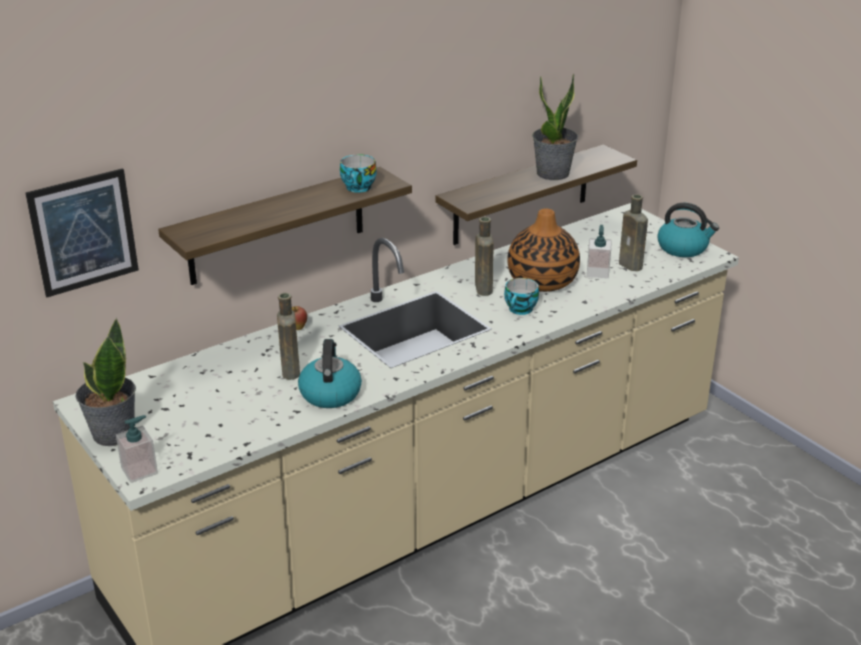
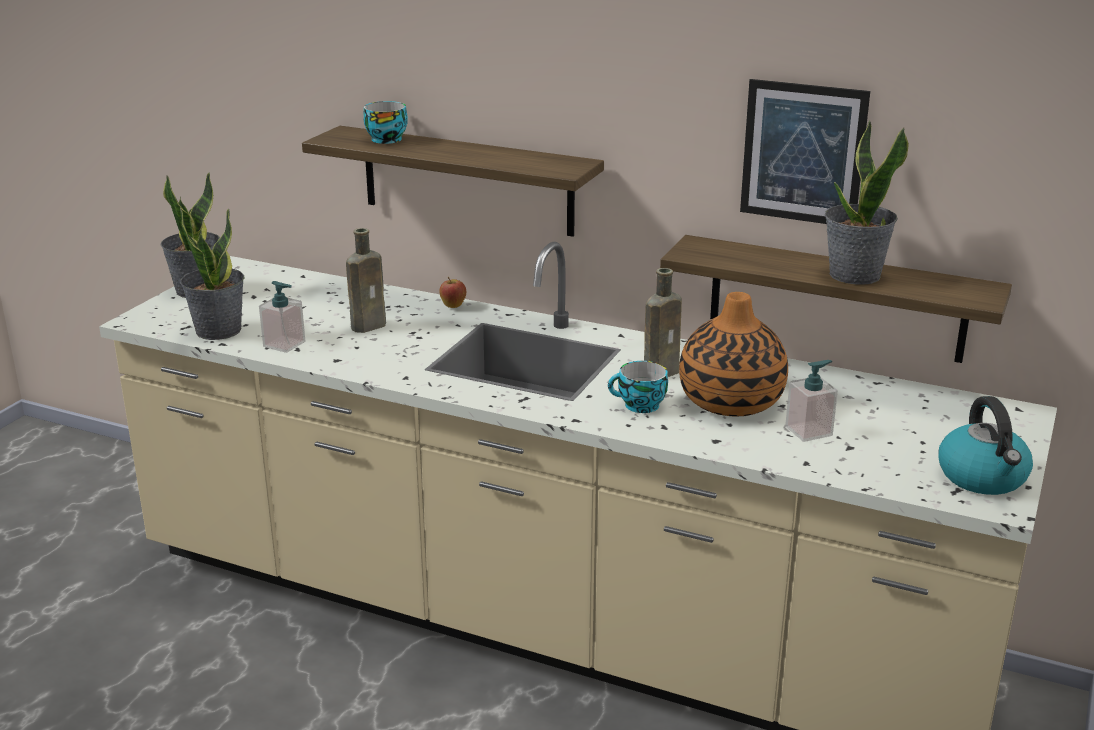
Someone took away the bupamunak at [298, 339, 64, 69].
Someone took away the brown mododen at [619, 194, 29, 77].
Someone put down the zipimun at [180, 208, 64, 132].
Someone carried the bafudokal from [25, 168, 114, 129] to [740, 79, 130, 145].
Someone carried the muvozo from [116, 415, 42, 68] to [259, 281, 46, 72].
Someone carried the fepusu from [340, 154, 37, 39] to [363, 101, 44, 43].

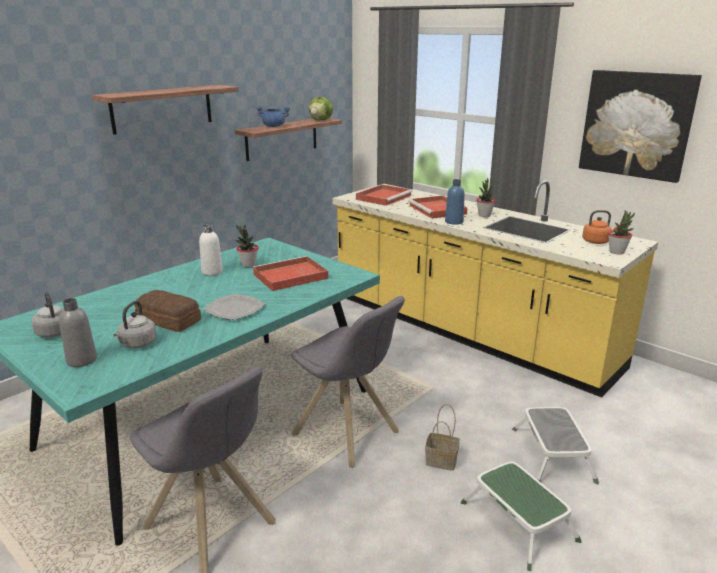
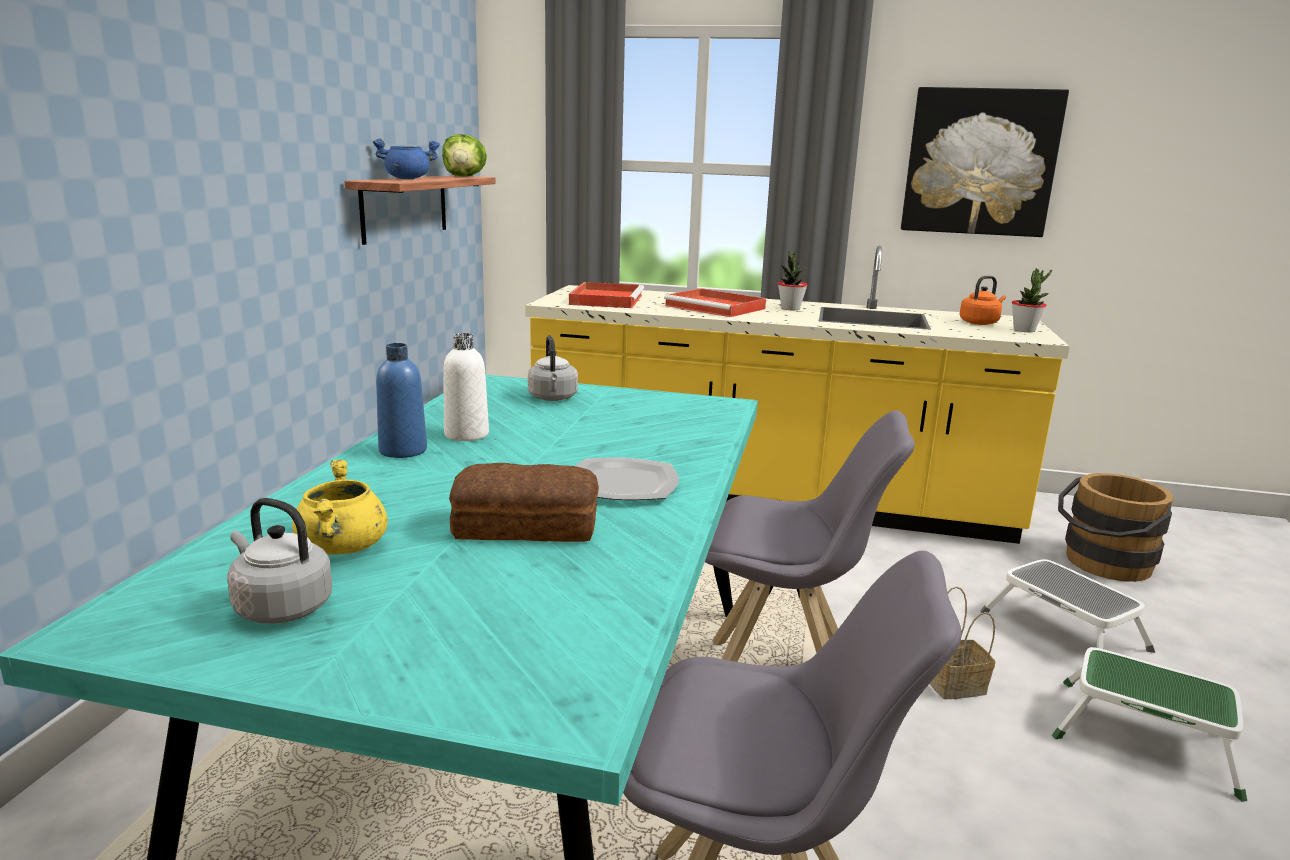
Someone took away the grey mododen at [59, 298, 38, 69].
Someone took away the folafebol at [92, 85, 147, 50].
Someone took away the zipimun at [236, 224, 23, 43].
Someone took away the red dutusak at [253, 256, 76, 35].
Someone put down the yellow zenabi at [292, 459, 96, 95].
Someone put down the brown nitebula at [1058, 473, 116, 109].
Someone carried the grey bupamunak from [113, 301, 44, 48] to [528, 335, 50, 66].
Someone carried the blue mododen from [445, 179, 20, 46] to [376, 343, 51, 115].

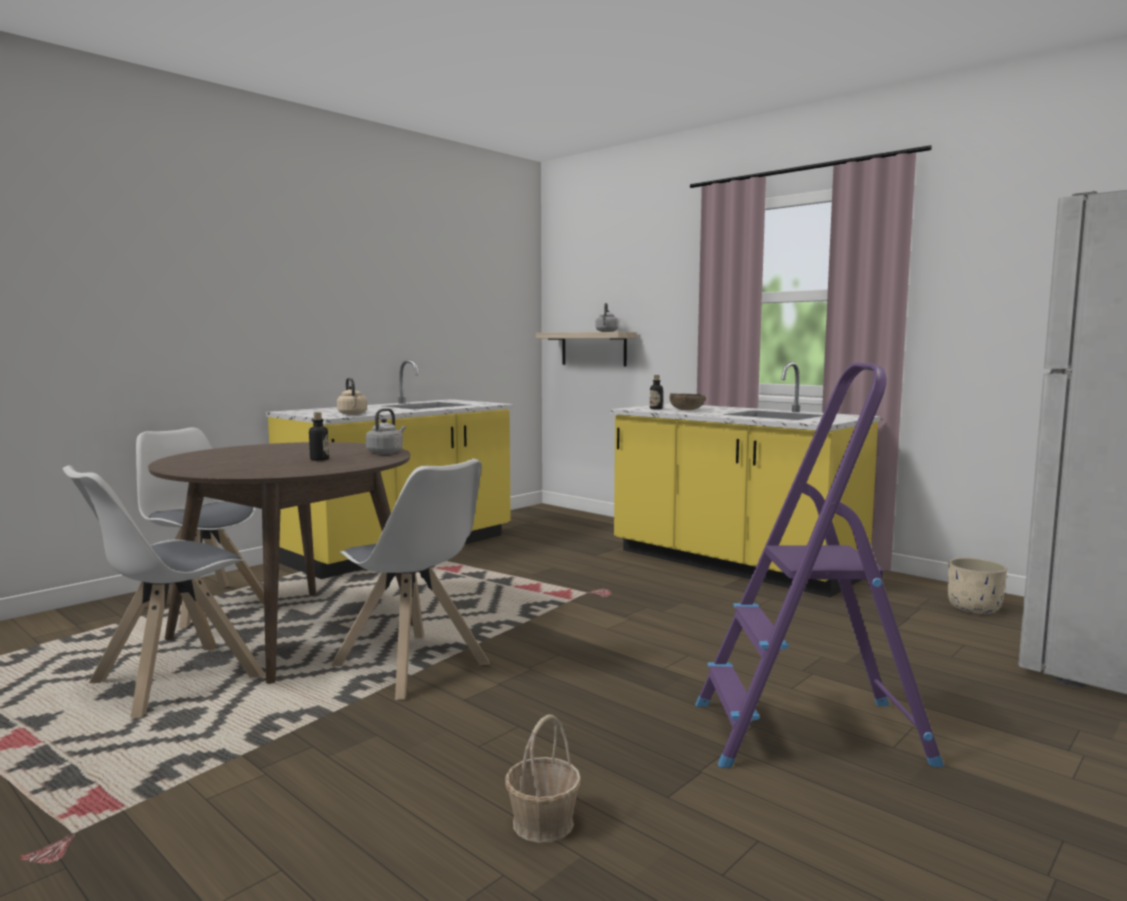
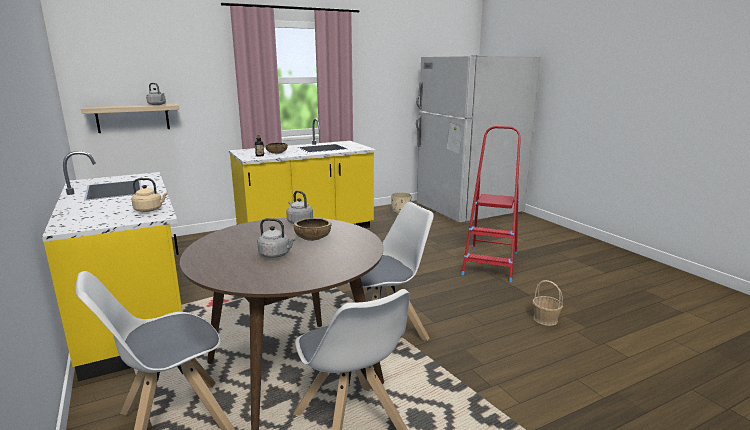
Someone put down the grey bupamunak at [257, 218, 39, 40].
Someone swapped the mododen at [309, 412, 20, 49] for the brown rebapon at [294, 218, 38, 23].
Someone repainted the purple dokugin at [695, 363, 249, 405], which became the red dokugin at [461, 126, 60, 156].

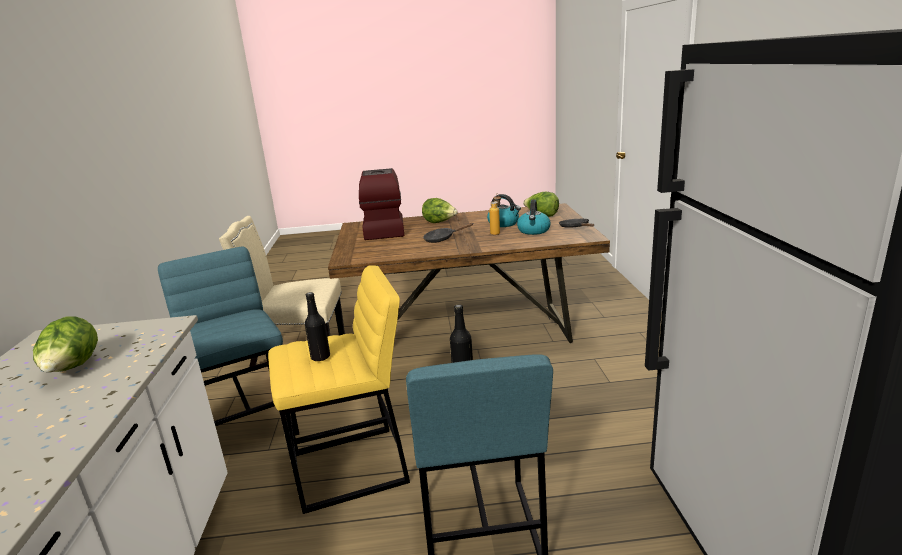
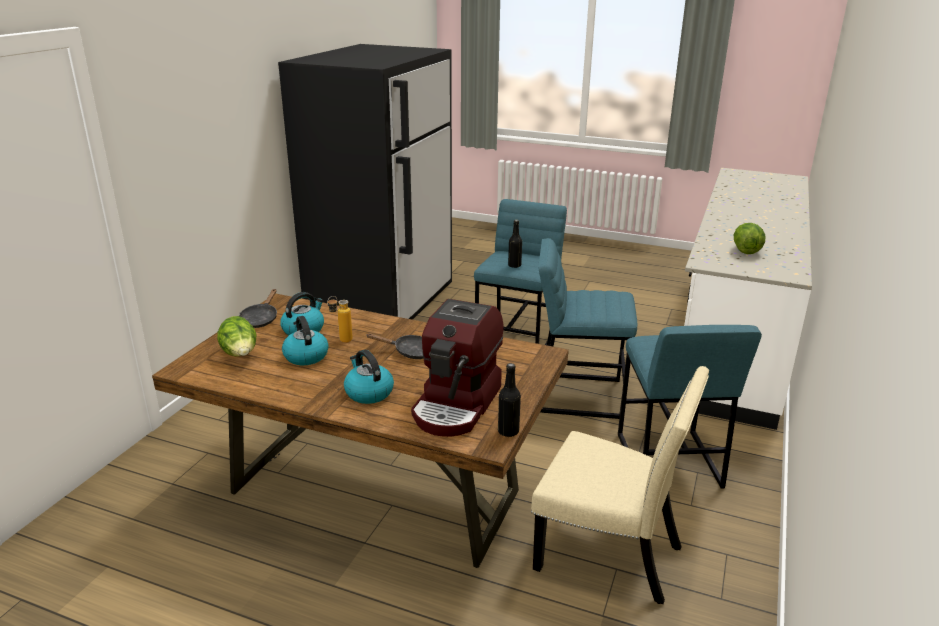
Someone carried the black mododen from [305, 292, 25, 69] to [498, 363, 23, 74].
Someone swapped the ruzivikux at [422, 198, 36, 25] for the bupamunak at [344, 350, 50, 54].
Someone repainted the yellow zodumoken at [268, 265, 142, 249], which became the blue zodumoken at [538, 238, 99, 181].

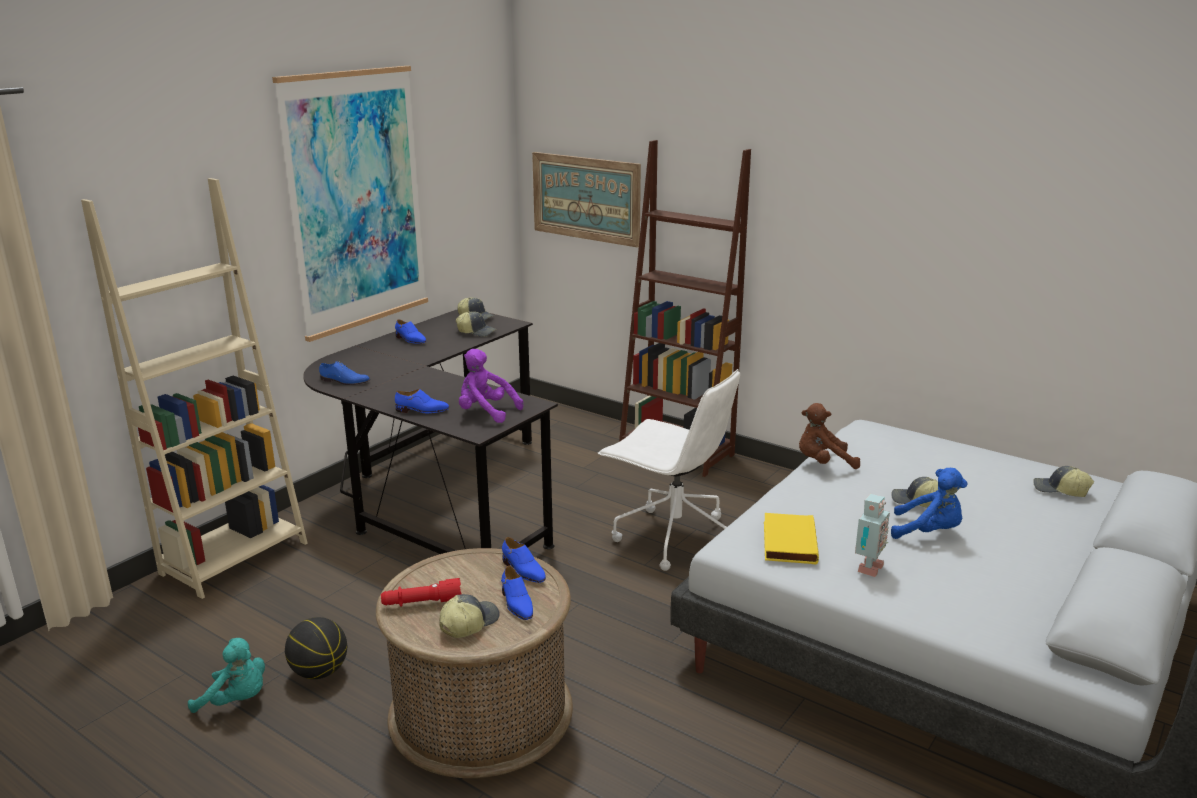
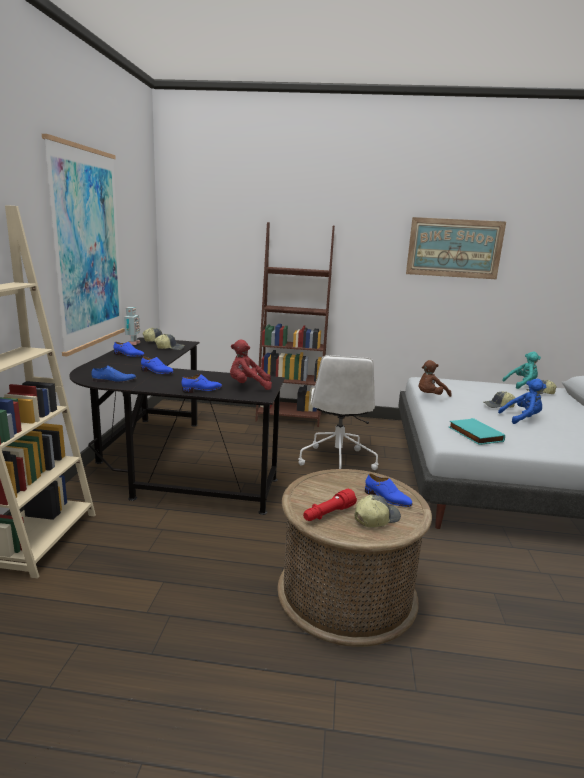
Someone took away the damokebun at [285, 617, 62, 62].
Someone carried the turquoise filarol from [188, 638, 77, 75] to [503, 352, 38, 37].
Someone carried the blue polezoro from [502, 537, 44, 46] to [141, 356, 33, 18].
Someone carried the bafudokal from [532, 152, 109, 96] to [406, 217, 100, 62].
Someone carried the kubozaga from [855, 494, 35, 83] to [124, 307, 16, 38].
Someone repainted the purple filarol at [459, 349, 64, 74], which became the red filarol at [230, 339, 42, 51].
Someone repainted the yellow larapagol at [764, 513, 55, 52], which became the turquoise larapagol at [449, 418, 56, 27].
Someone rotated the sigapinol at [440, 594, 60, 44] by 45 degrees clockwise.
Someone rotated the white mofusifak at [598, 369, 142, 202] by 90 degrees clockwise.

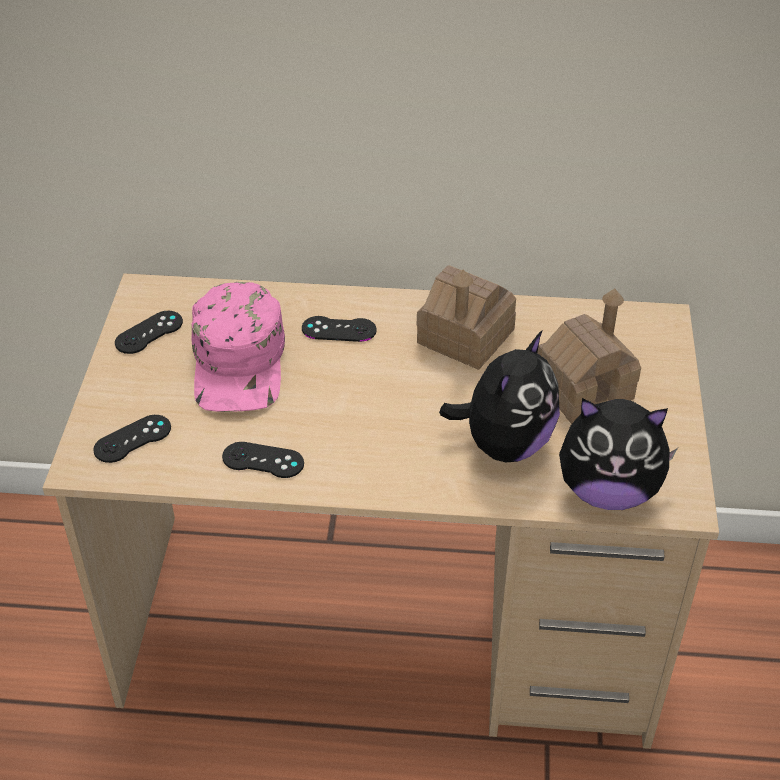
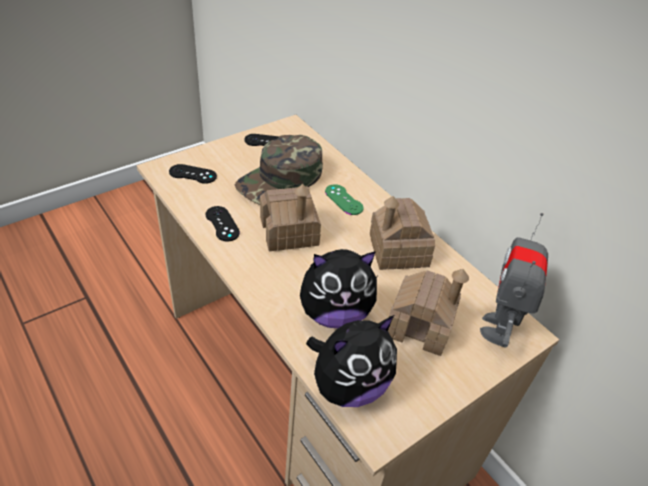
Someone put down the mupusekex at [260, 184, 61, 67].
Someone put down the kubozaga at [480, 213, 68, 135].
Someone repainted the pink sigapinol at [191, 282, 94, 130], which became the green sigapinol at [235, 135, 88, 70].
Someone repainted the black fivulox at [302, 316, 75, 26], which became the green fivulox at [325, 184, 38, 31].
Someone rotated the filarol at [559, 398, 119, 112] by 90 degrees counterclockwise.

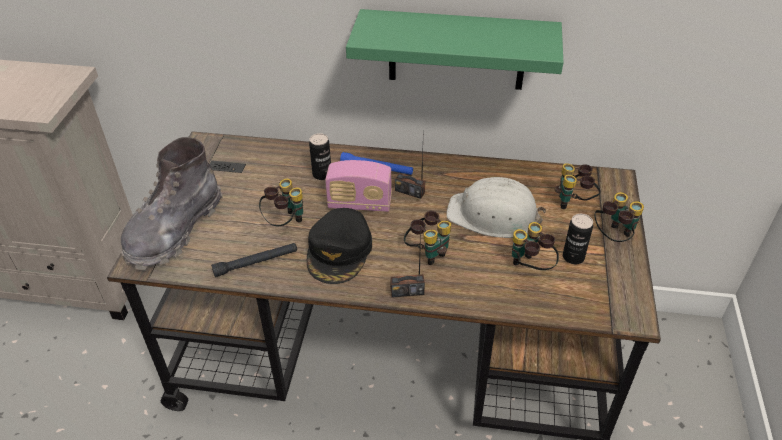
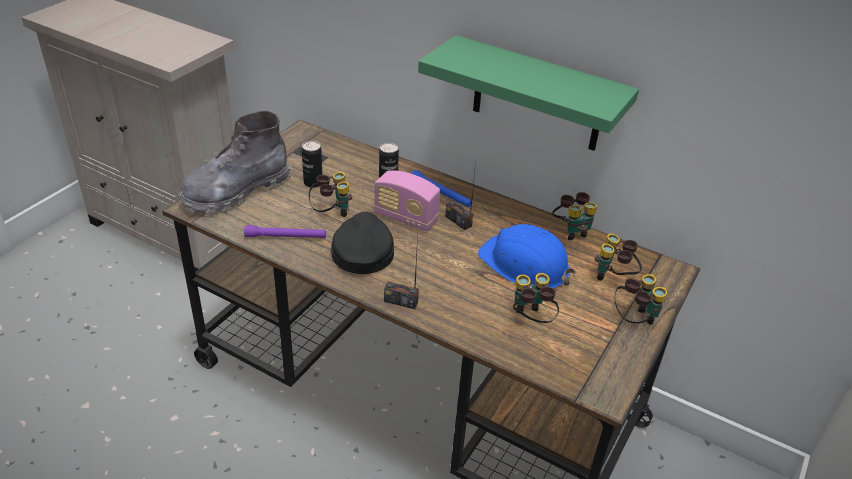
Someone carried the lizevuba from [404, 211, 47, 54] to [552, 192, 45, 48].
Someone carried the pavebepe from [563, 214, 30, 50] to [302, 141, 20, 47].
Someone repainted the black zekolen at [211, 243, 86, 34], which became the purple zekolen at [244, 225, 82, 13].
Someone repainted the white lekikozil at [446, 177, 100, 61], which became the blue lekikozil at [478, 224, 98, 64].
Someone rotated the black sigapinol at [307, 208, 65, 76] by 150 degrees clockwise.

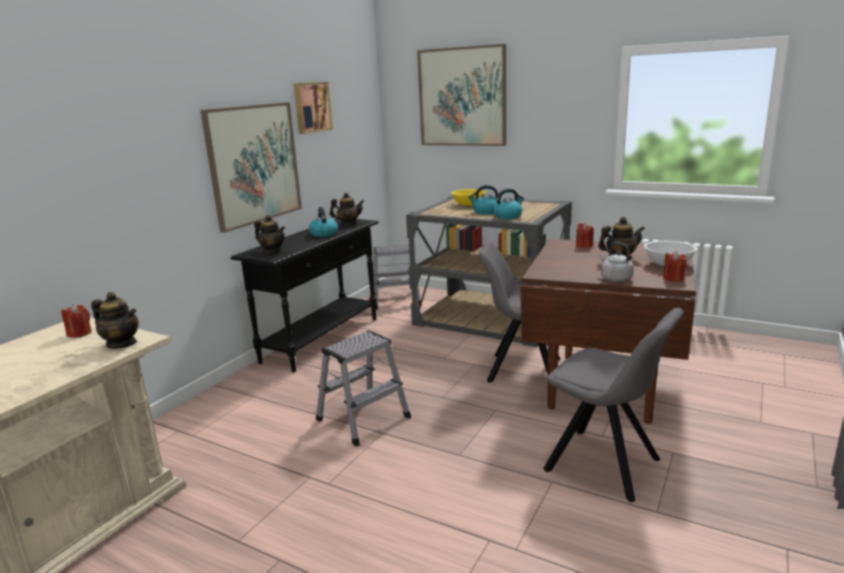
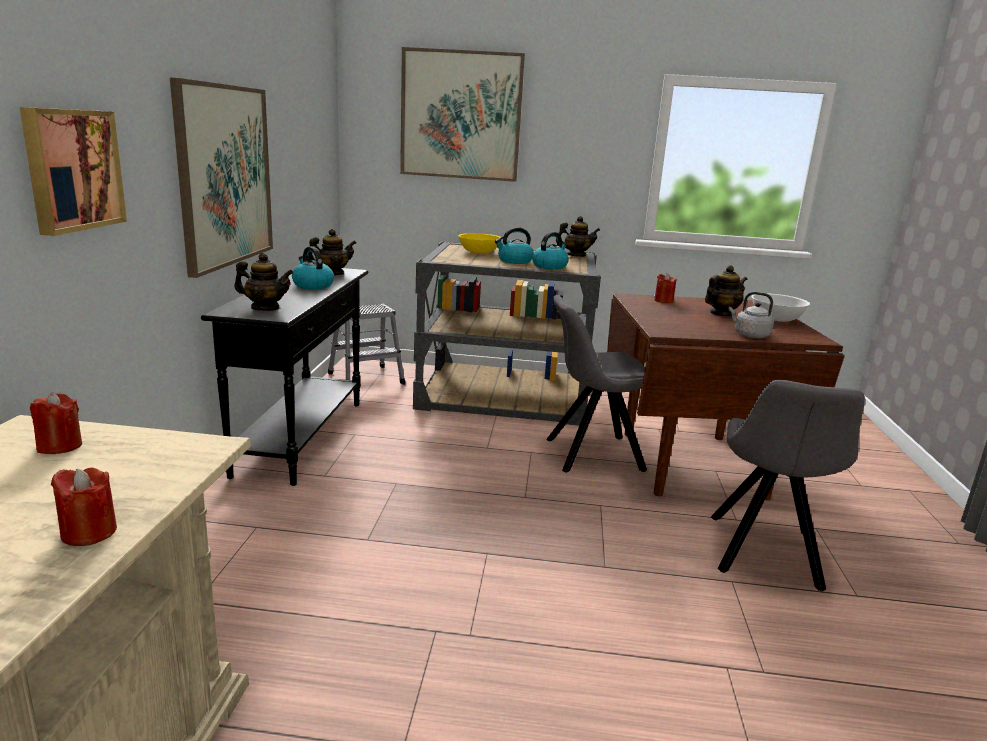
Someone took away the grey dokugin at [316, 330, 95, 116].
Someone carried the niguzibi from [91, 292, 48, 57] to [556, 216, 44, 41].
Someone carried the bafudokal from [294, 82, 39, 52] to [20, 107, 107, 129].
Someone carried the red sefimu from [663, 252, 24, 30] to [51, 468, 66, 78].
Someone rotated the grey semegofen at [543, 308, 140, 194] by 90 degrees clockwise.

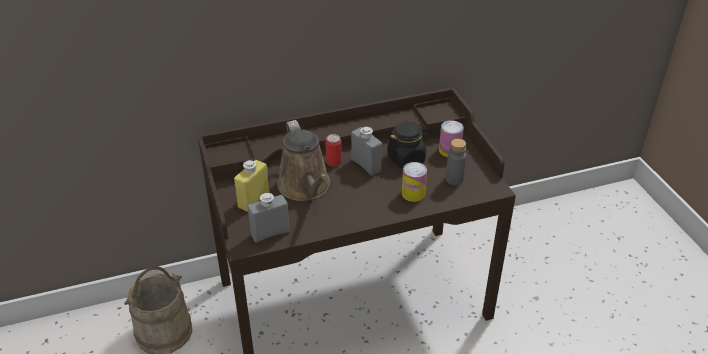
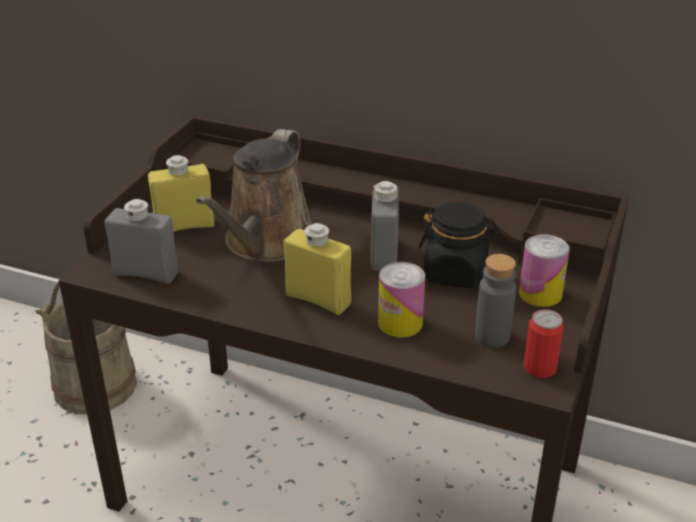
Someone put down the yellow mododen at [284, 223, 67, 92].
Someone carried the pavebepe from [325, 134, 17, 32] to [524, 309, 39, 69].

